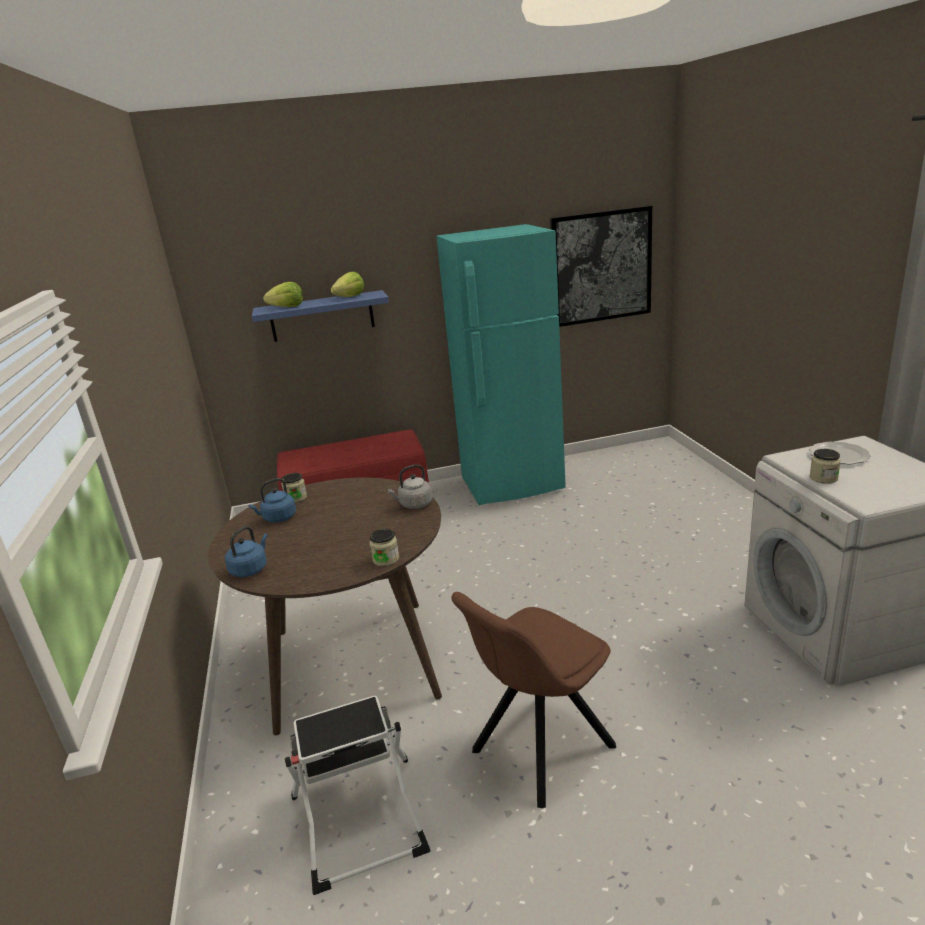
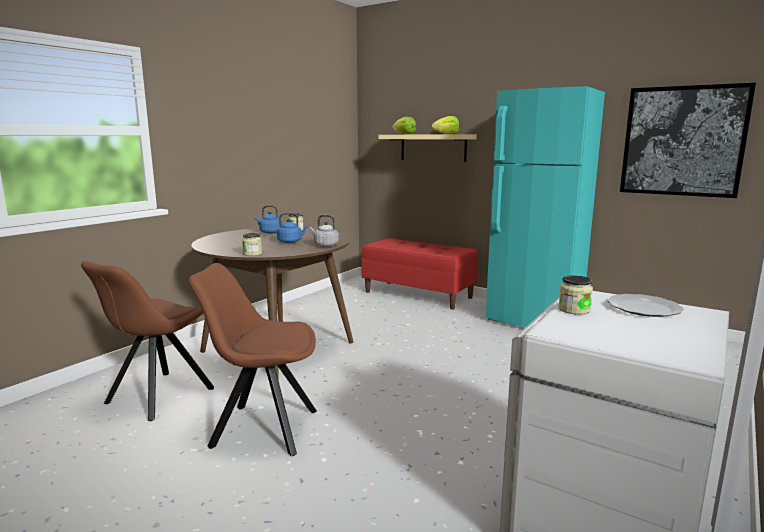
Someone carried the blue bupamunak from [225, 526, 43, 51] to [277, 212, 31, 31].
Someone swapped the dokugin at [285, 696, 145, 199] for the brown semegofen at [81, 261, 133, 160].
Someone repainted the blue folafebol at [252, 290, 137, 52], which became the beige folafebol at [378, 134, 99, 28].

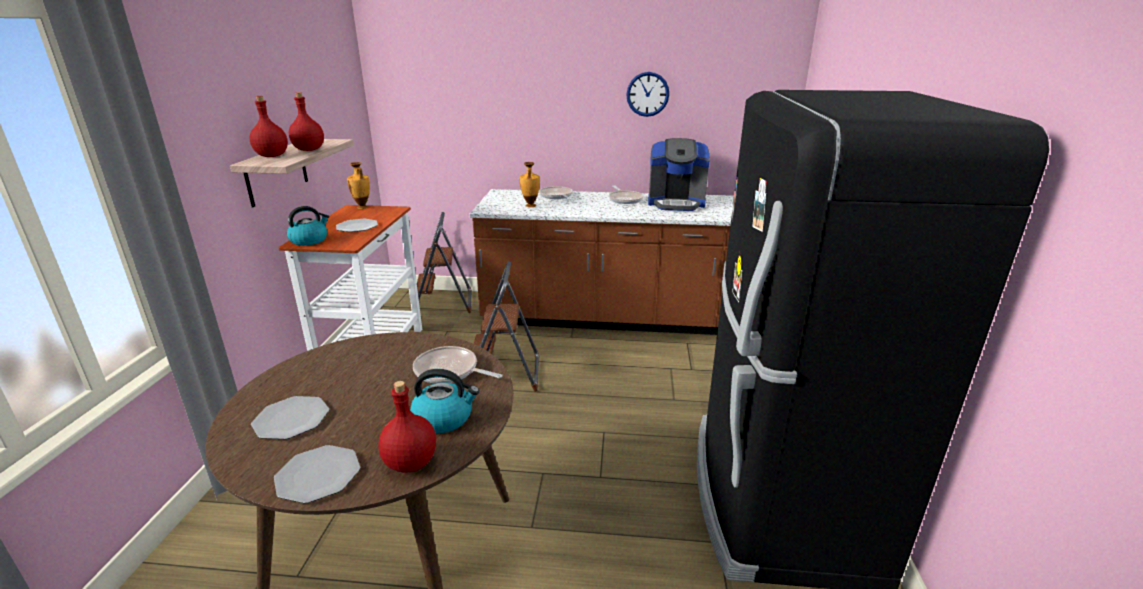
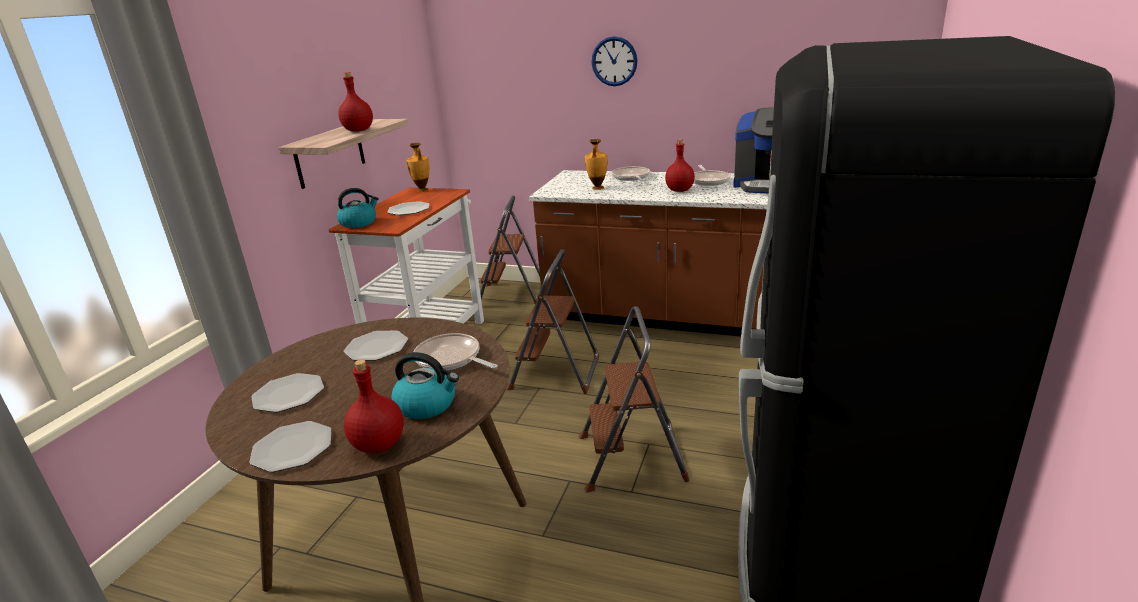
Someone put down the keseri at [344, 331, 64, 30].
Someone put down the brown dokugin at [579, 306, 110, 187].
Someone carried the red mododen from [250, 96, 38, 61] to [665, 139, 30, 53].
Someone carried the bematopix from [626, 72, 43, 45] to [592, 36, 45, 50].

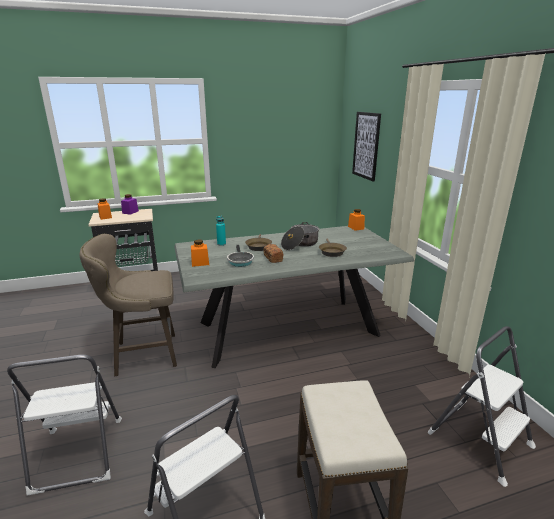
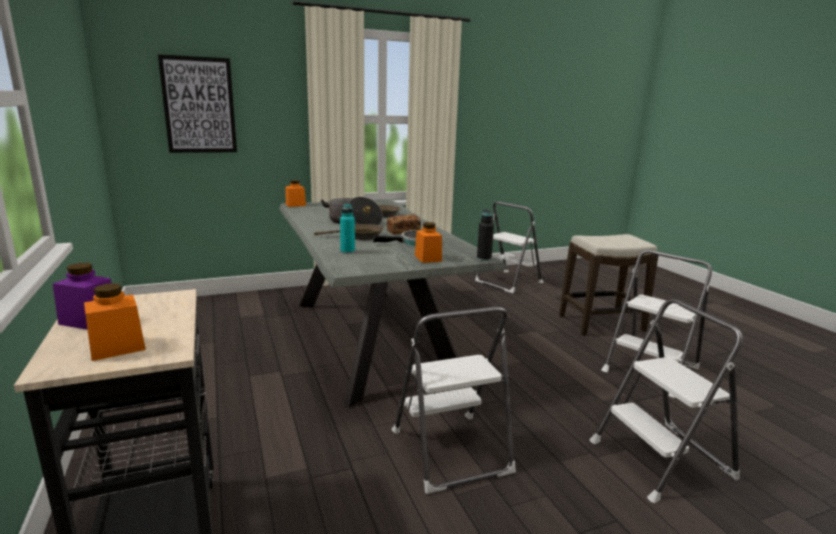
Someone put down the black mododen at [477, 209, 17, 52].
Someone swapped the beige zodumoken at [80, 234, 97, 142] for the white dokugin at [391, 307, 125, 187].

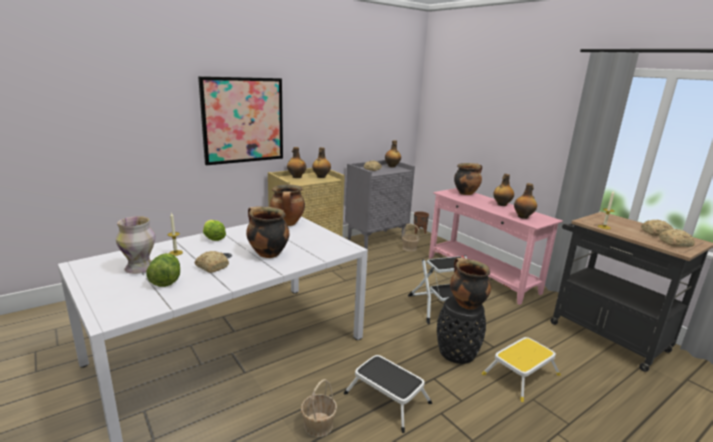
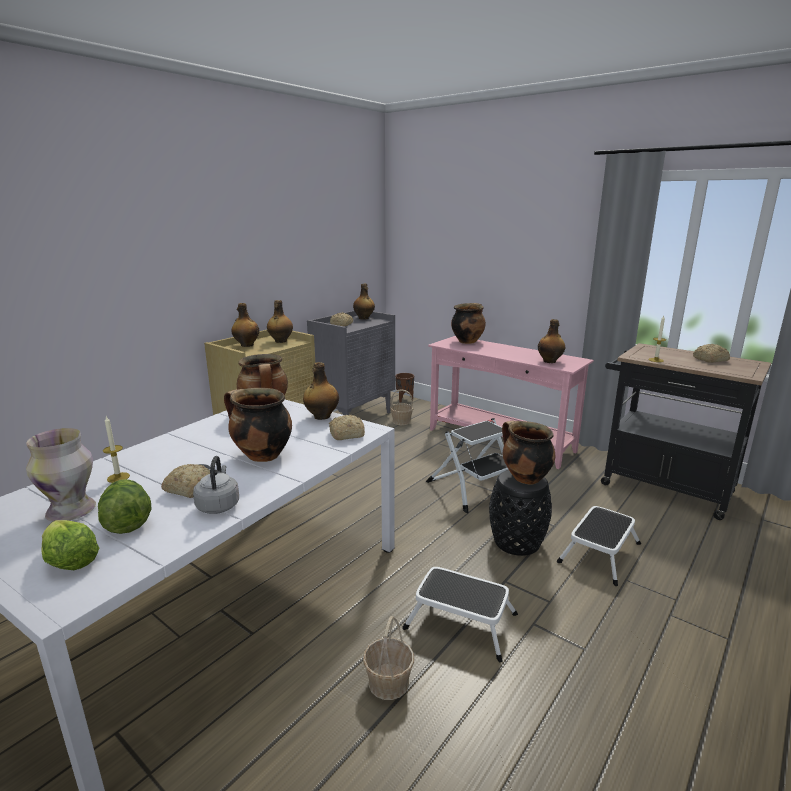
Someone took away the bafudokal at [198, 76, 85, 89].
Someone put down the grey bupamunak at [193, 456, 46, 58].
Someone carried the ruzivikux from [203, 220, 23, 21] to [42, 520, 57, 50].
Someone carried the mododen from [493, 174, 21, 32] to [303, 362, 36, 58].
Someone carried the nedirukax from [659, 229, 36, 18] to [329, 415, 36, 25].
Someone repainted the yellow dokugin at [482, 337, 79, 65], which became the black dokugin at [556, 506, 85, 80].

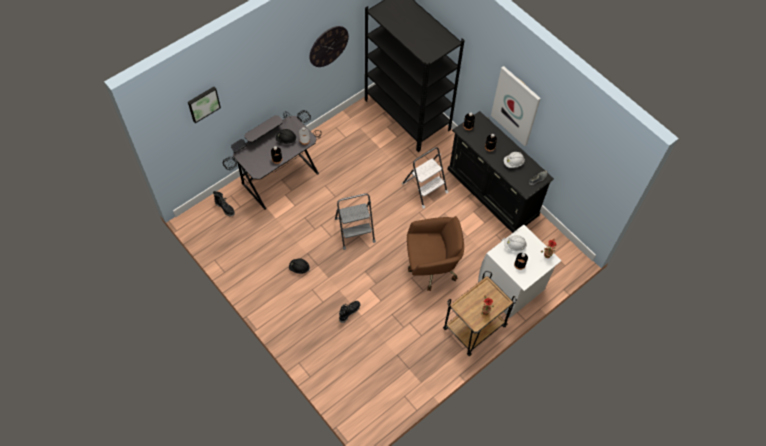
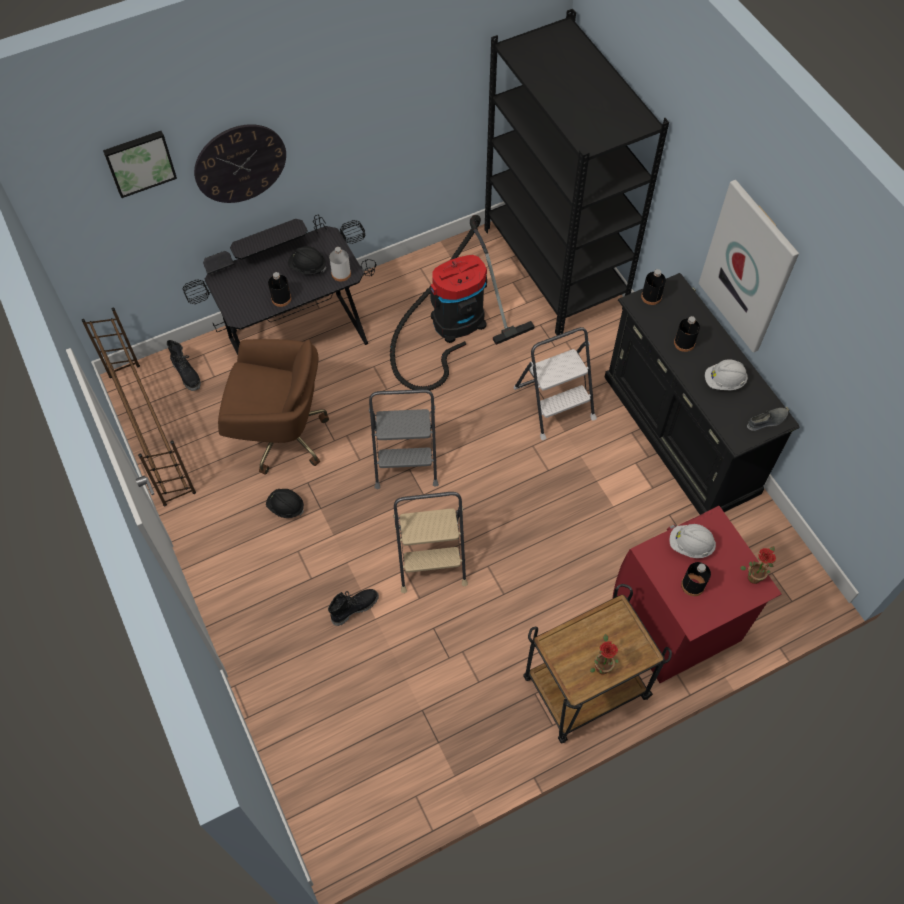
Someone put down the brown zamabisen at [82, 308, 114, 199].
Someone put down the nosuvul at [390, 215, 145, 176].
Someone put down the beige dokugin at [394, 492, 74, 101].
Someone carried the bematopix from [309, 26, 40, 41] to [194, 124, 92, 79].
Someone carried the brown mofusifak from [407, 216, 57, 75] to [218, 339, 111, 136].
Someone repainted the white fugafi at [478, 225, 84, 93], which became the red fugafi at [612, 506, 170, 177].

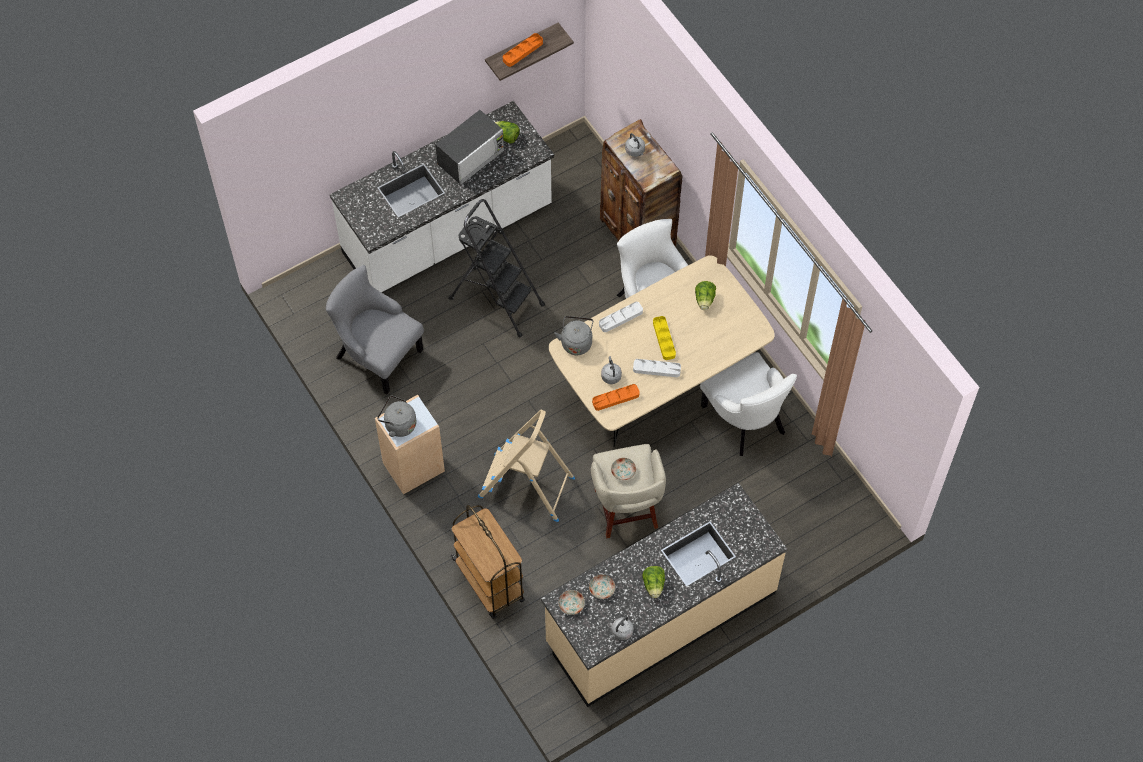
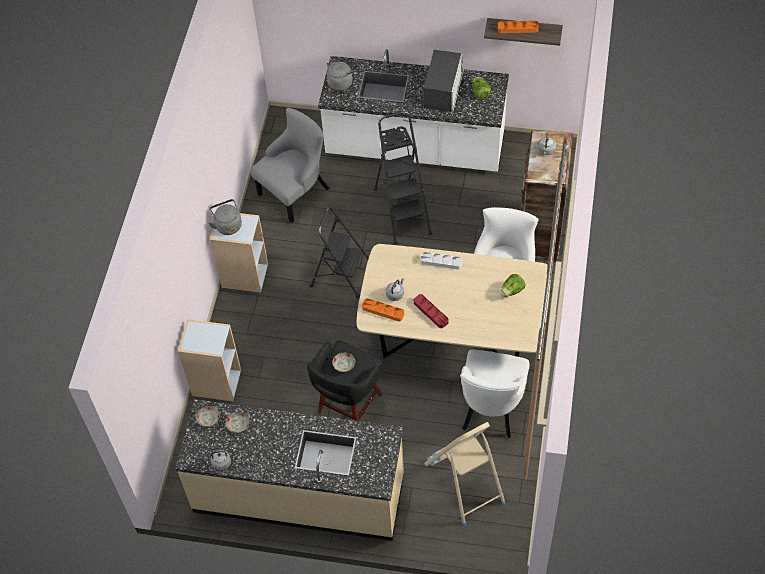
Someone took away the ruzivikux at [642, 566, 23, 32].
Someone took away the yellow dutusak at [653, 316, 23, 44].
Someone put down the black dokugin at [309, 207, 60, 92].
Someone carried the beige dokugin from [478, 409, 97, 113] to [424, 422, 82, 104].
Someone carried the grey bupamunak from [554, 316, 39, 39] to [327, 57, 30, 34].
Someone swapped the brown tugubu at [450, 505, 75, 114] for the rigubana at [178, 319, 63, 82].
Someone repainted the beige zodumoken at [591, 444, 75, 94], which became the black zodumoken at [307, 340, 75, 81].
Someone repainted the white dutusak at [633, 359, 48, 18], which became the red dutusak at [414, 294, 34, 34].
Someone rotated the grey semegofen at [326, 265, 98, 130] by 60 degrees clockwise.
Someone rotated the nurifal at [435, 110, 69, 75] by 75 degrees counterclockwise.

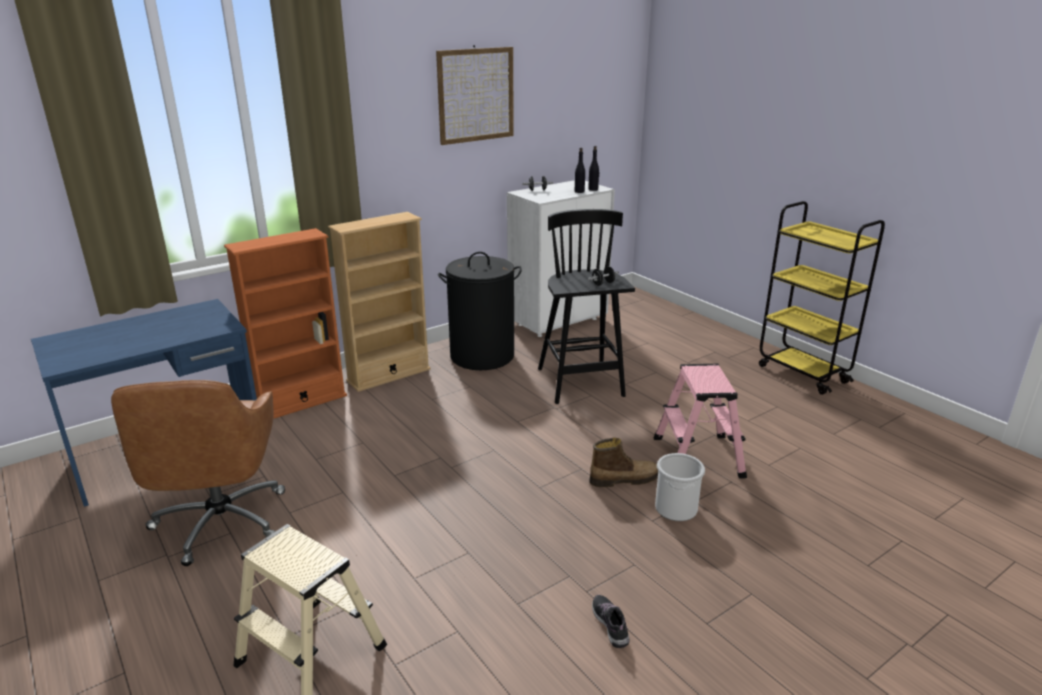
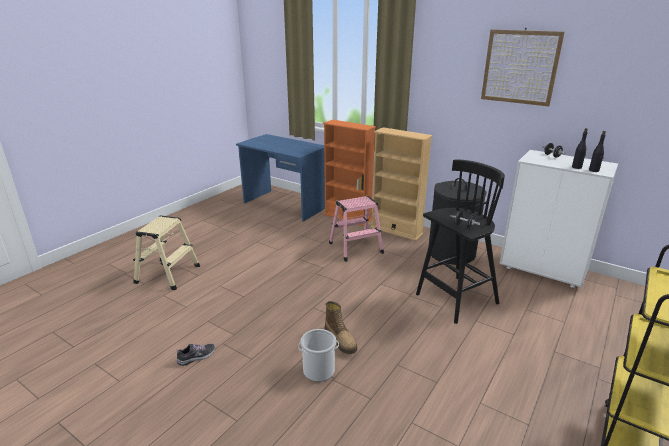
Someone took away the brown mofusifak at [111, 380, 174, 186].
Someone carried the pink dokugin from [654, 364, 93, 115] to [329, 196, 55, 66].

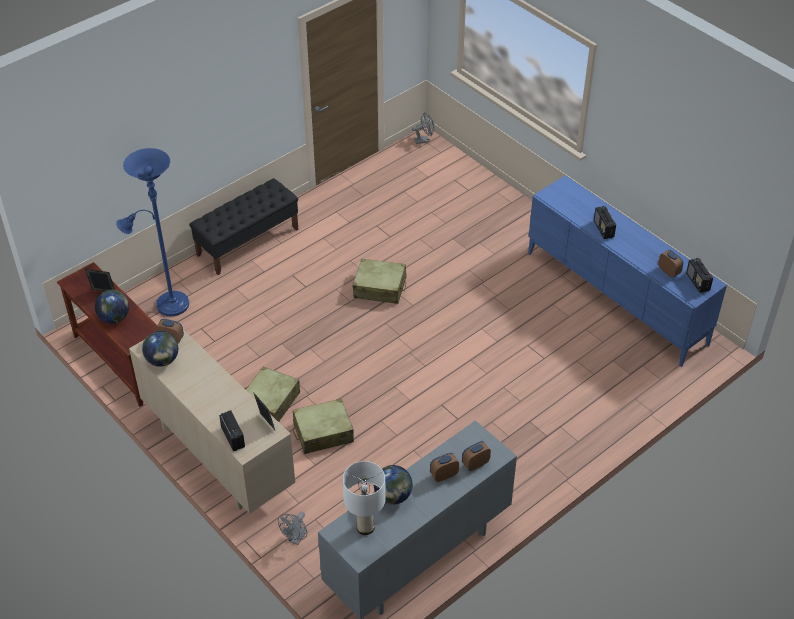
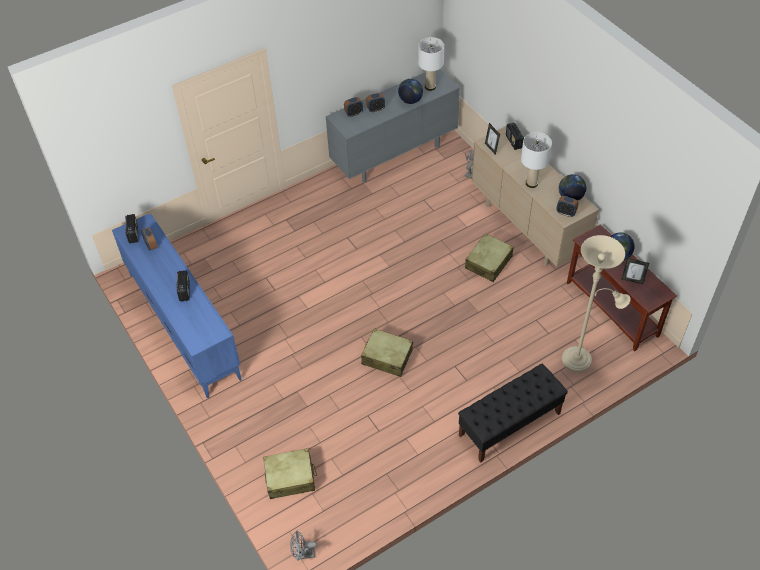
Someone put down the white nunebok at [521, 132, 31, 56].
Someone carried the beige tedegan from [293, 399, 61, 55] to [263, 448, 54, 51].
Someone repainted the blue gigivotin at [116, 148, 73, 168], which became the beige gigivotin at [562, 235, 69, 137].

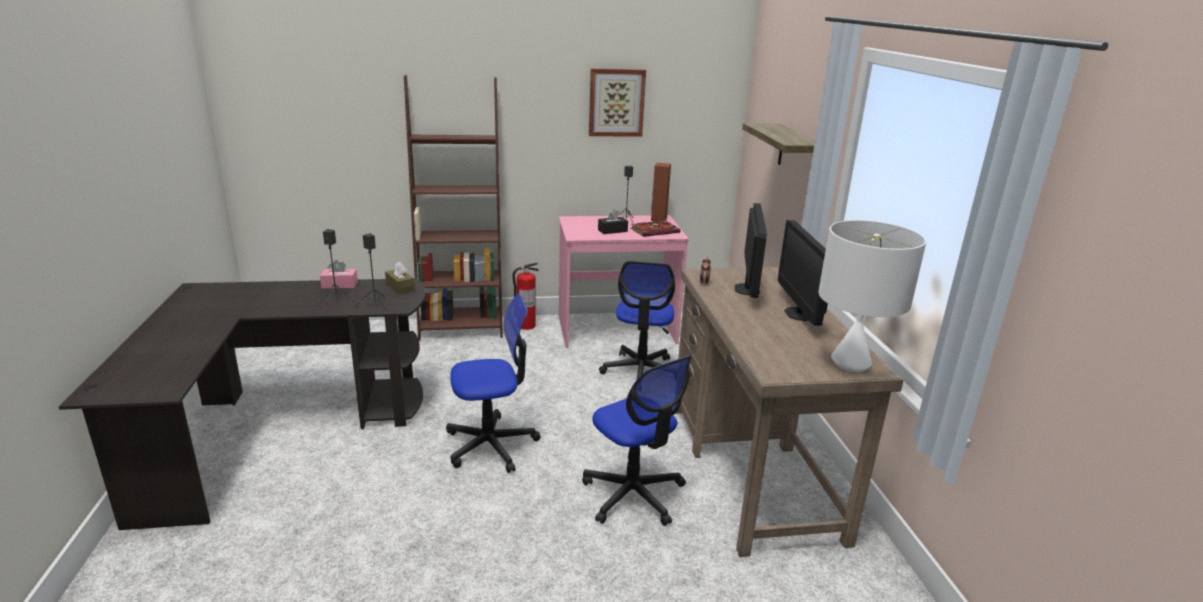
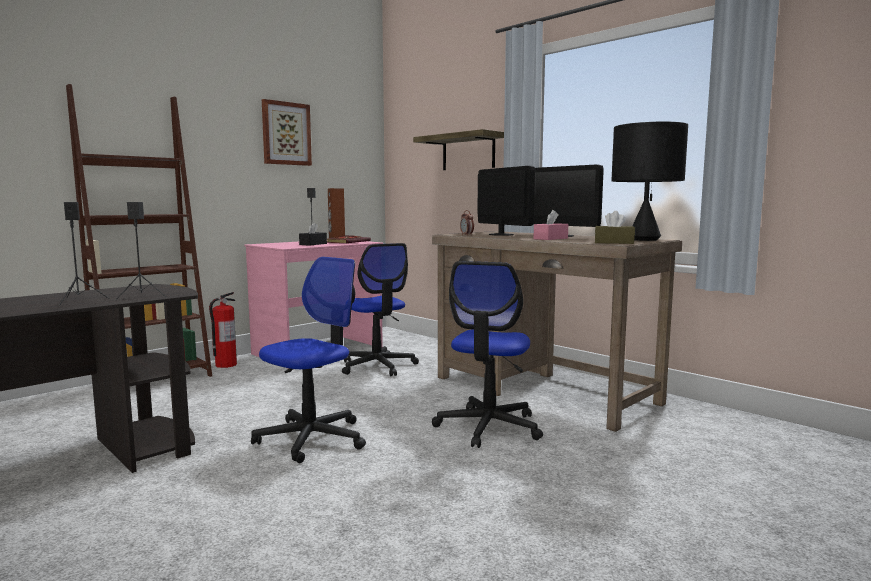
Someone carried the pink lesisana from [320, 260, 38, 28] to [533, 210, 35, 30].
Someone carried the brown lesisana from [385, 262, 30, 32] to [595, 211, 40, 33].
Someone repainted the white nunebok at [818, 220, 108, 152], which became the black nunebok at [611, 122, 77, 119].
Someone rotated the mofusifak at [582, 356, 110, 170] by 90 degrees clockwise.

